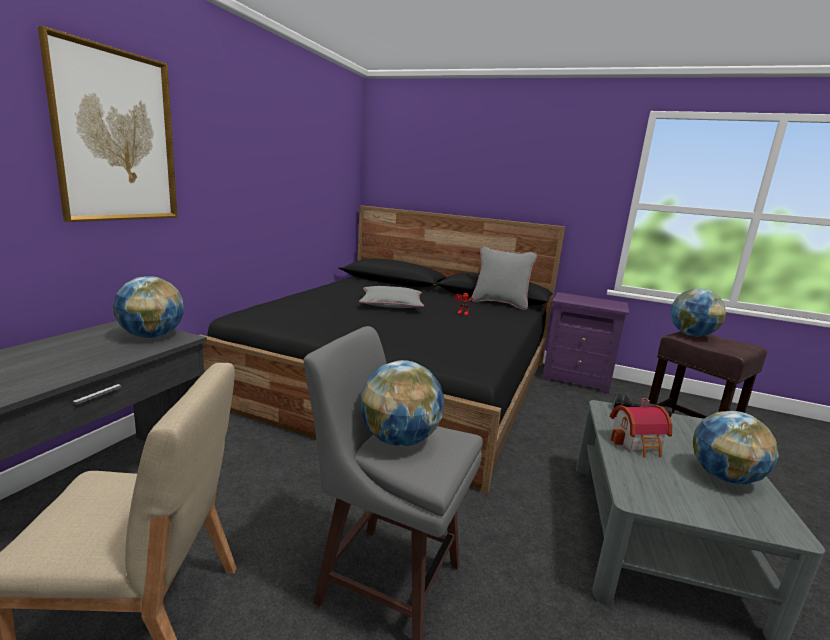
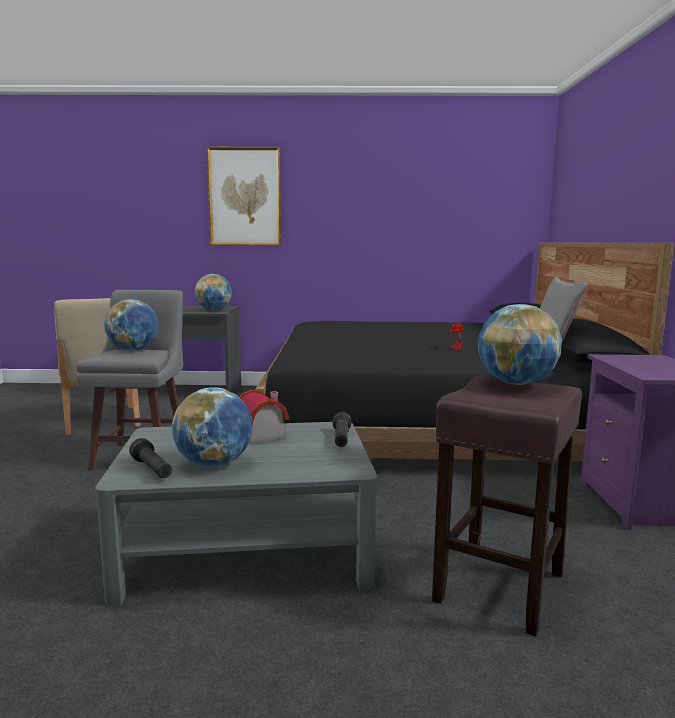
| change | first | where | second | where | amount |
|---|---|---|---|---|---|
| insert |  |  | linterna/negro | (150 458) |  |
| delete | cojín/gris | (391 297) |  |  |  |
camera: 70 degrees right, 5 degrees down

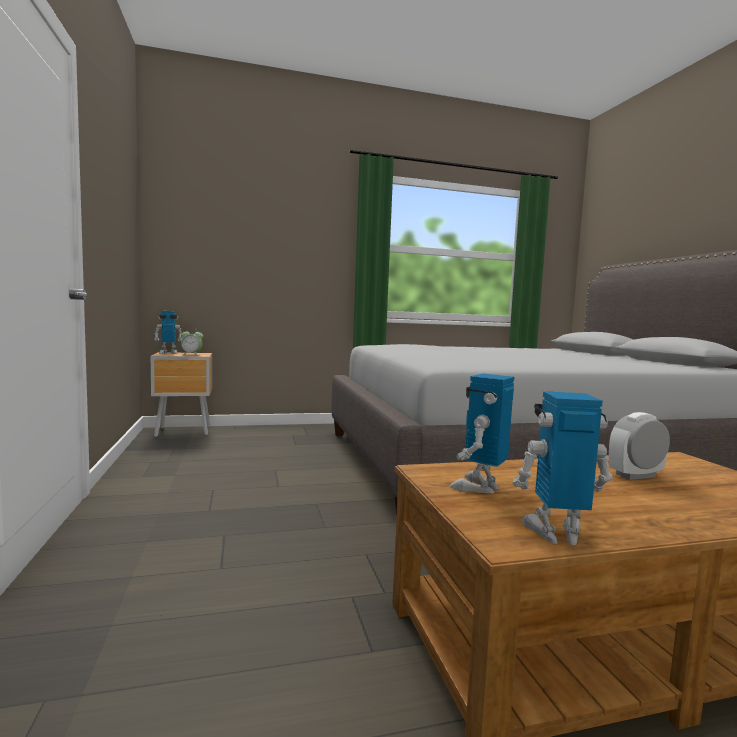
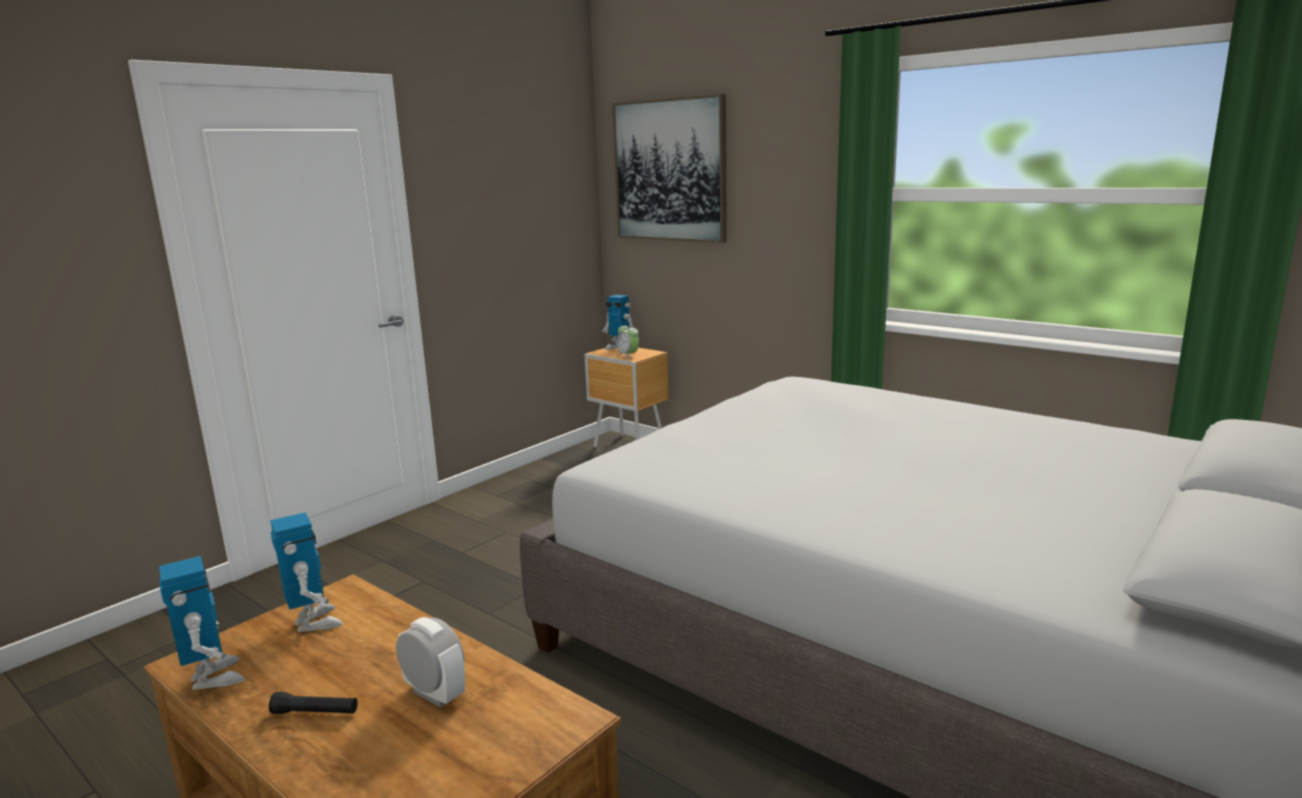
| change | first | where | second | where | amount |
|---|---|---|---|---|---|
| insert |  |  | linterna/negro | (313 703) |  |
| rotate | robot de juguete | (482 433) |  | (306 572) | 60 degrees clockwise |
| insert |  |  | cuadro | (669 168) |  |
camera: 55 degrees right, 10 degrees up

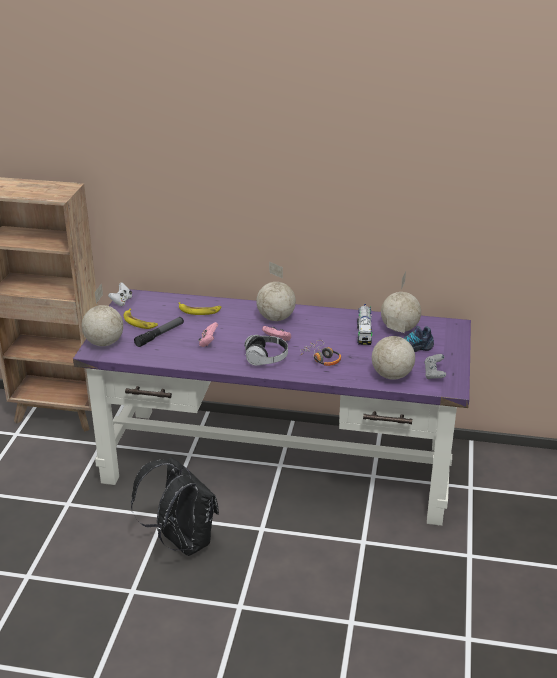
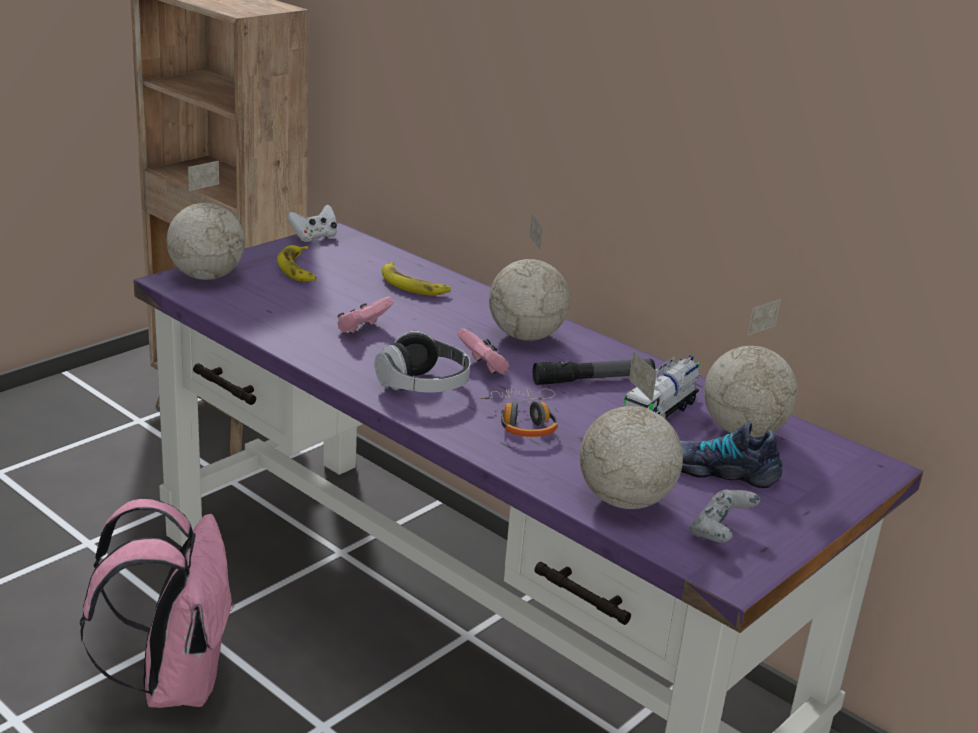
| change | first | where | second | where | amount |
|---|---|---|---|---|---|
| recolor | mochila/negro | (175 506) | mochila/rosa | (157 603) |  |
| move | linterna | (159 332) |  | (594 372) |  |
camera: 30 degrees right, 5 degrees down

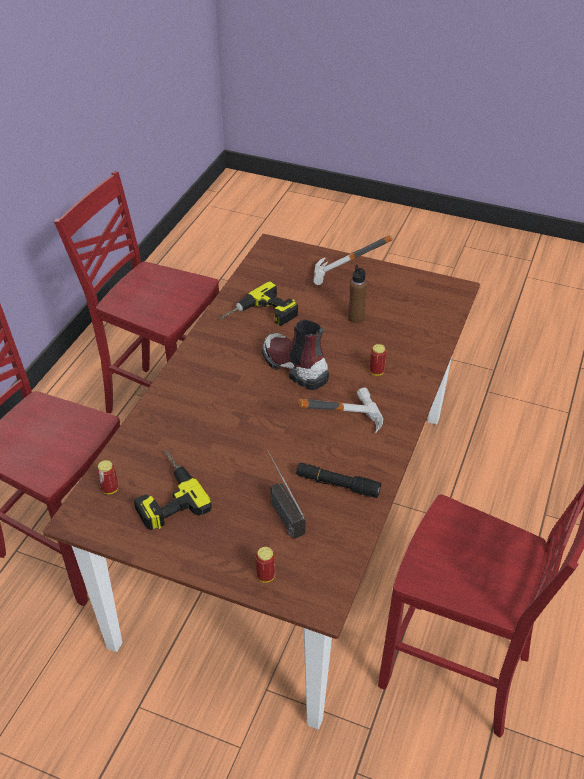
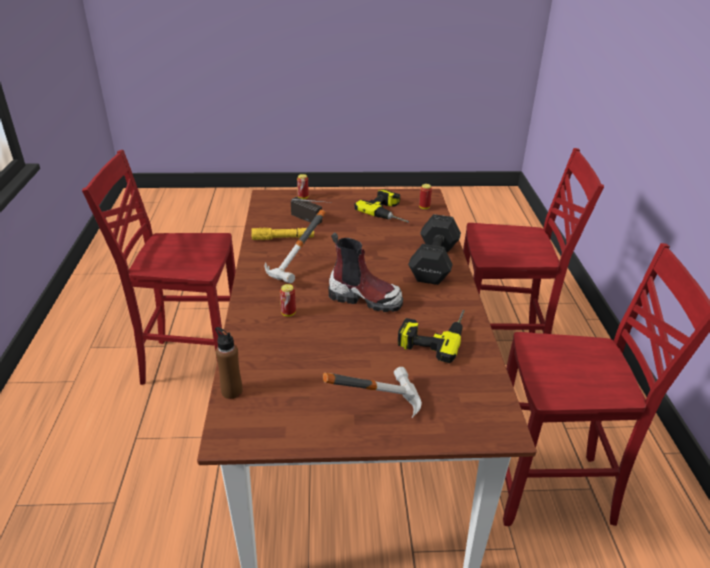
| change | first | where | second | where | amount |
|---|---|---|---|---|---|
| move | botella/marrón | (357 294) |  | (228 363) |  |
| recolor | linterna/negro | (338 480) | linterna/amarillo | (282 233) |  |
| insert |  |  | mancuerna/negro | (434 249) |  |
camera: 155 degrees right, 10 degrees down

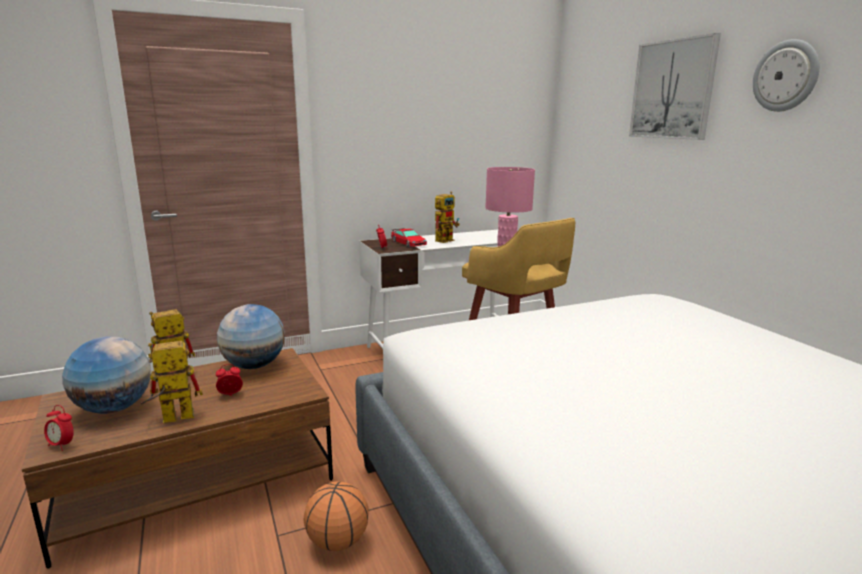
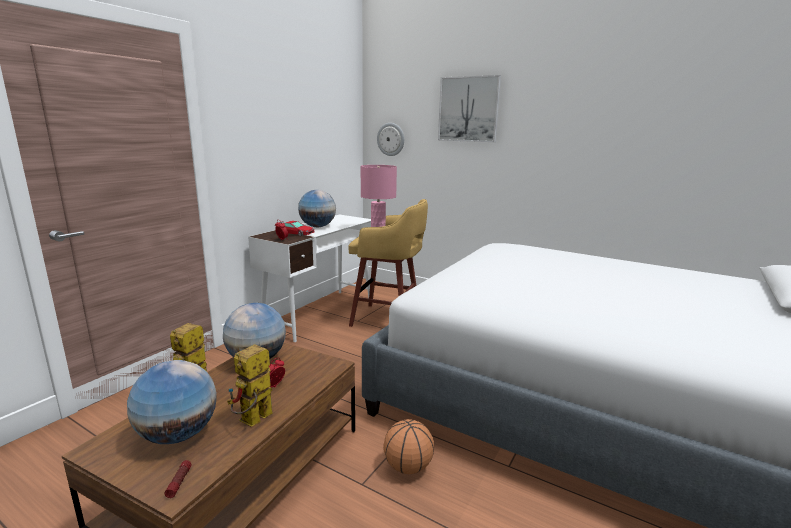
| change | first | where | second | where | amount |
|---|---|---|---|---|---|
| replace | despertador | (59 428) | linterna | (178 479) |  |
| replace | robot de juguete | (447 217) | globo terráqueo | (317 208) |  |
| move | reloj de pared | (786 75) |  | (390 139) |  |
camera: 35 degrees left, 0 degrees up

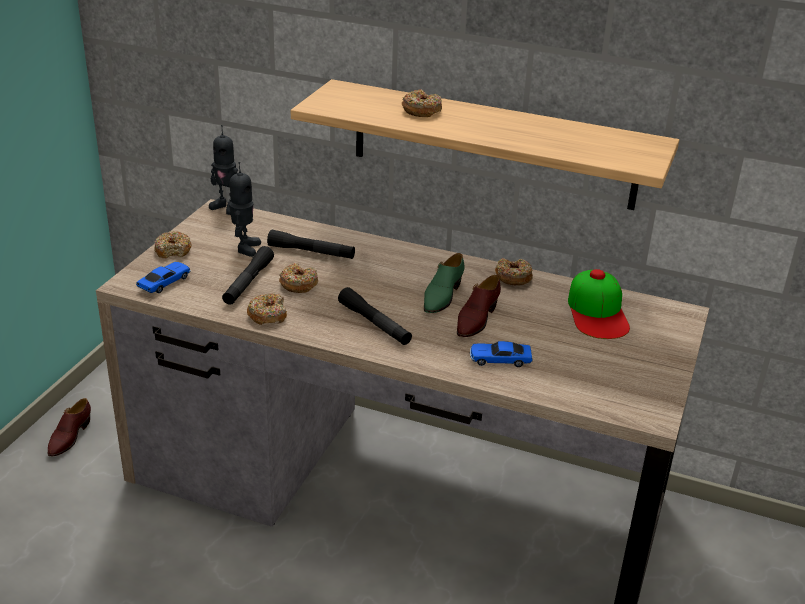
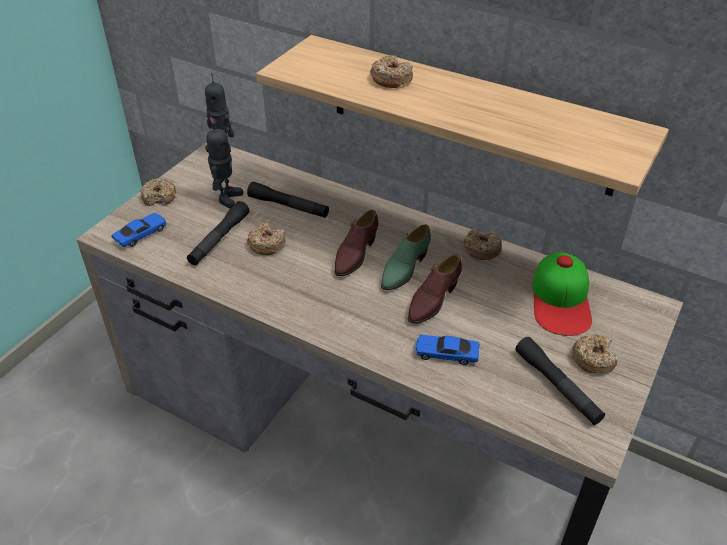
| change | first | where | second | where | amount |
|---|---|---|---|---|---|
| move | zapato/marrón | (69 427) |  | (356 243) |  |
| move | linterna/negro | (375 316) |  | (560 381) |  |
| move | rosquilla | (267 309) |  | (595 353) |  |
camera: 10 degrees right, 10 degrees up

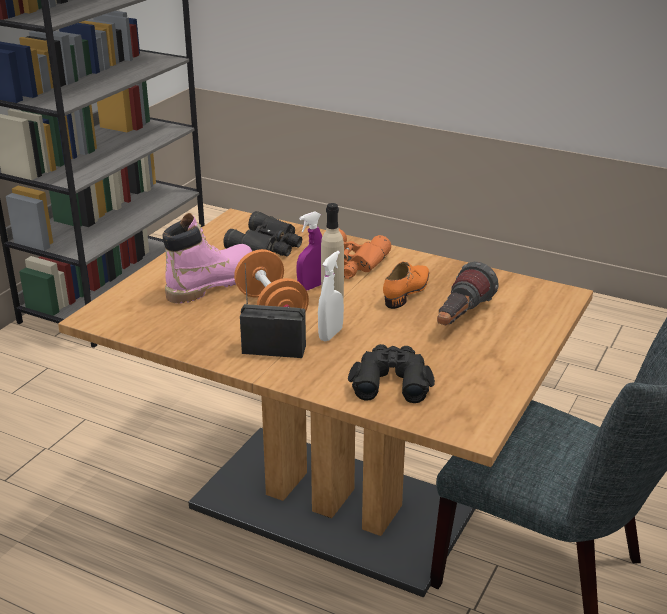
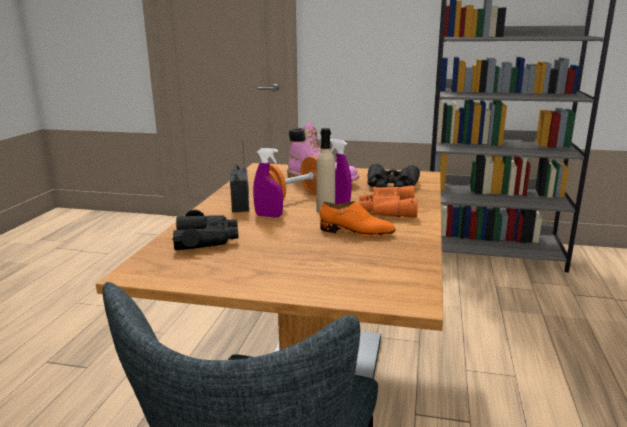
| change | first | where | second | where | amount |
|---|---|---|---|---|---|
| recolor | pulverizador/blanco | (331 296) | pulverizador/morado | (268 183) |  |
| delete | linterna | (468 293) |  |  |  |
camera: 75 degrees right, 10 degrees down

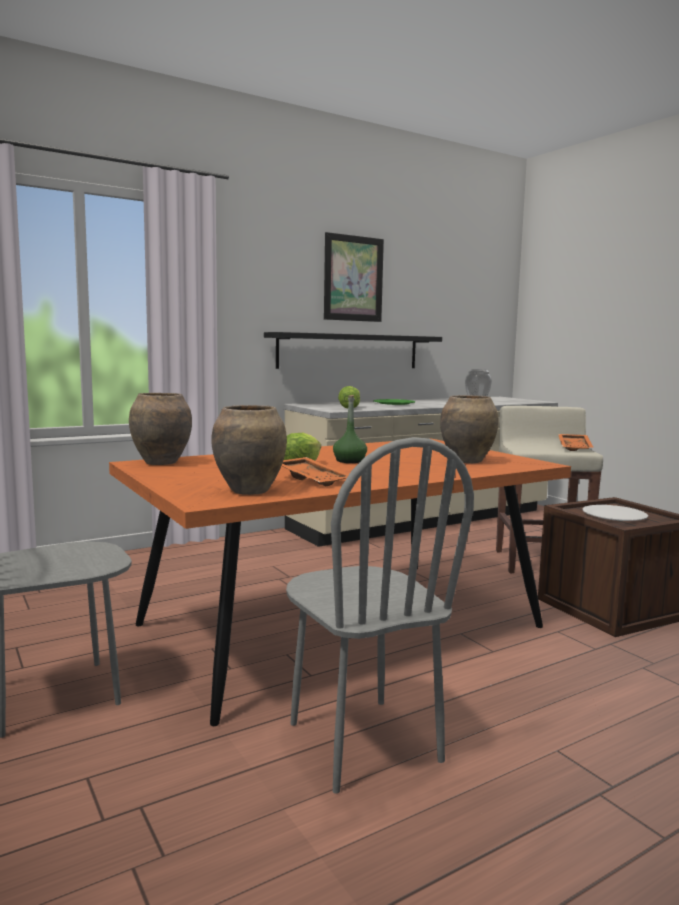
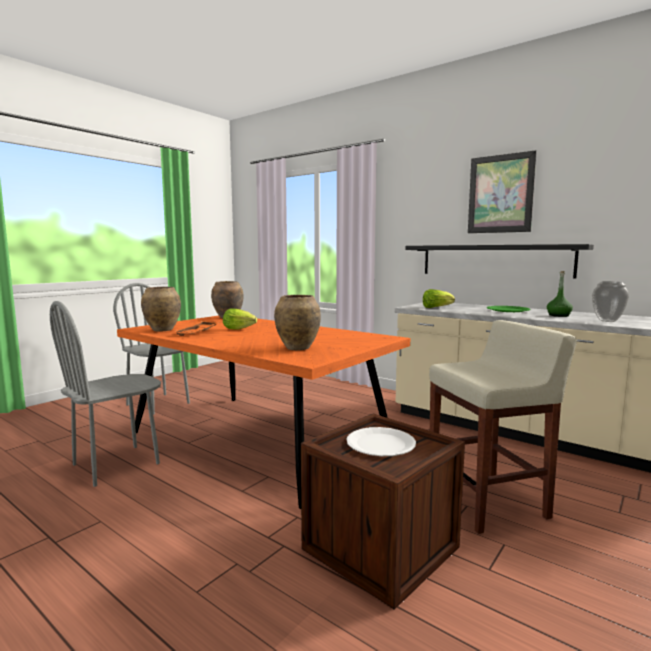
| change | first | where | second | where | amount |
|---|---|---|---|---|---|
| move | botella/verde | (350 429) |  | (560 294) |  |
| delete | bandeja/naranja | (575 442) |  |  |  |
camera: 70 degrees right, 0 degrees up

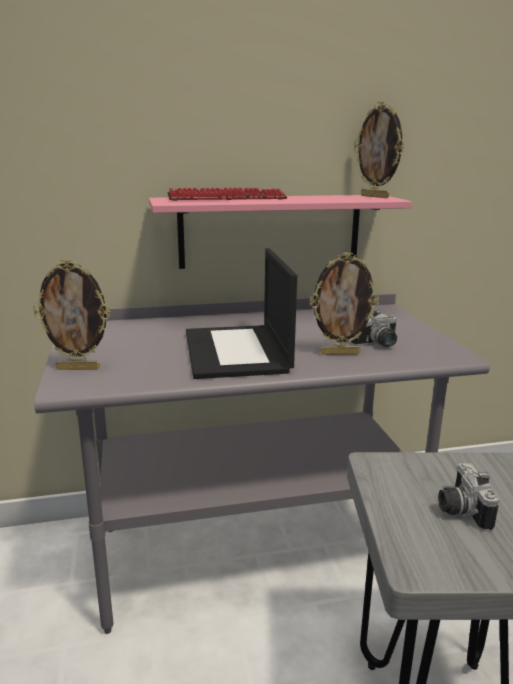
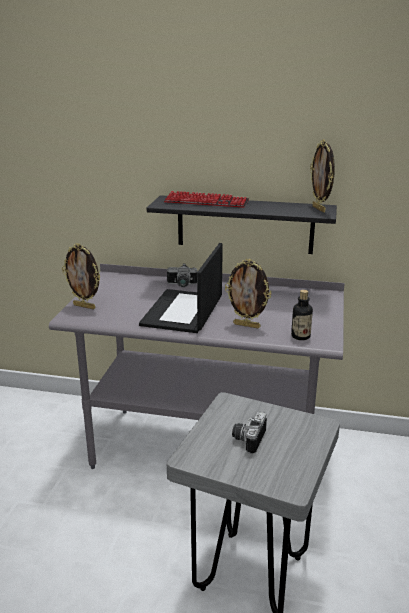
| change | first | where | second | where | amount |
|---|---|---|---|---|---|
| recolor | estante/rosa | (280 232) | estante/negro | (242 224) |  |
| move | cámara | (374 328) |  | (182 275) |  |
| insert |  |  | botella | (302 315) |  |
camera: 25 degrees right, 5 degrees up

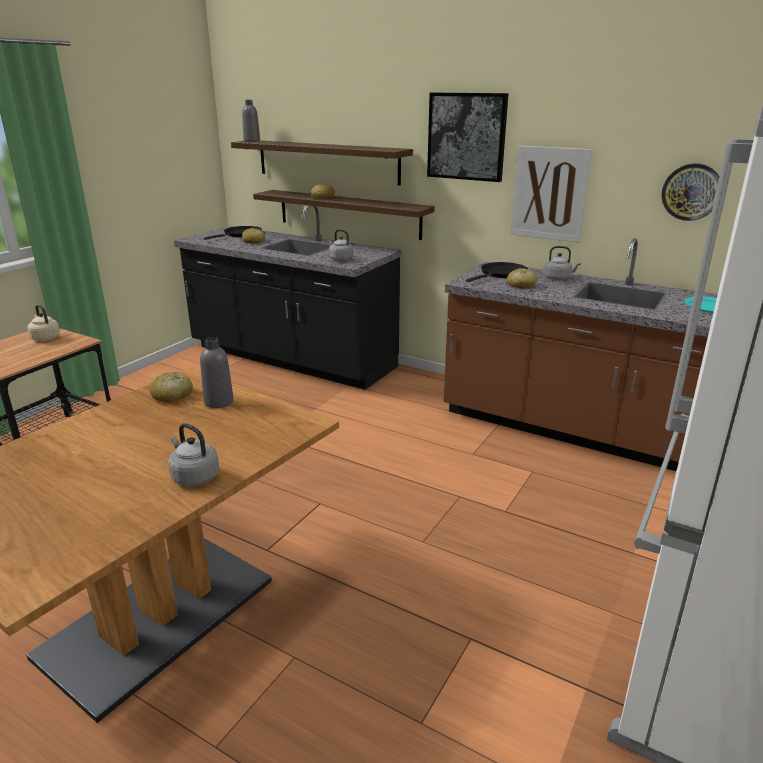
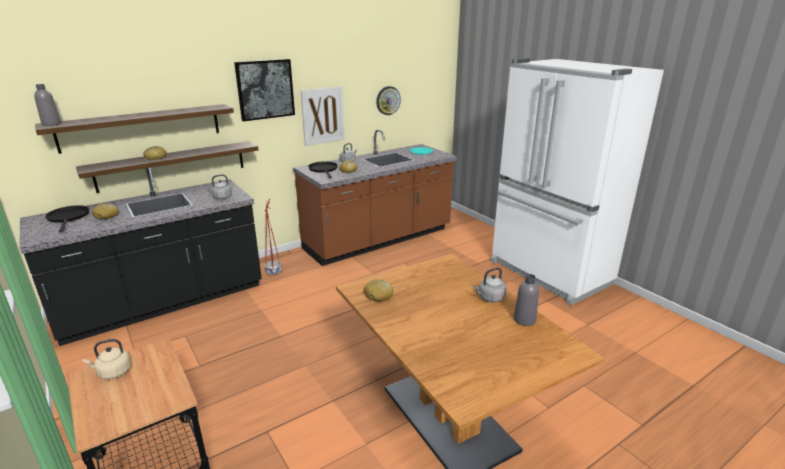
| change | first | where | second | where | amount |
|---|---|---|---|---|---|
| insert |  |  | maceta/rojo | (273 237) |  |
| move | botella/gris | (217 372) |  | (526 300) |  |
camera: 65 degrees left, 0 degrees up

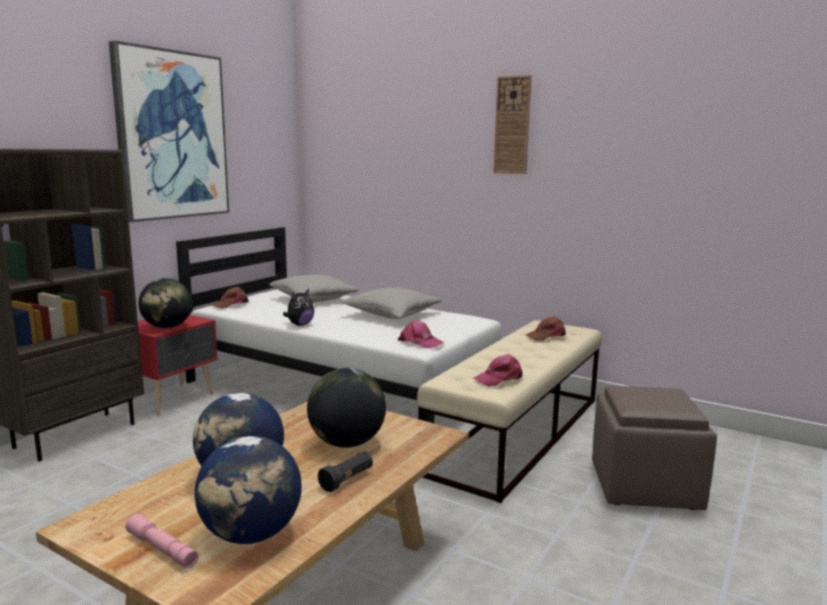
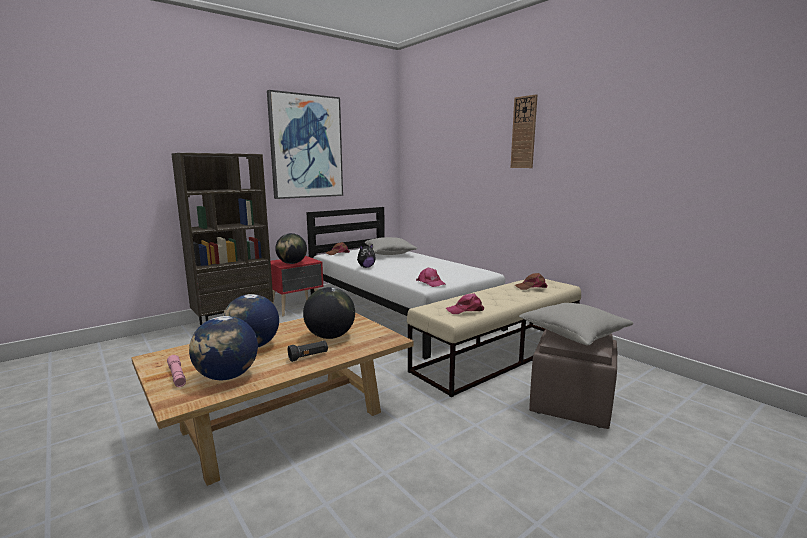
| change | first | where | second | where | amount |
|---|---|---|---|---|---|
| move | cojín/gris | (391 303) |  | (576 324) |  |
camera: 20 degrees right, 0 degrees up

